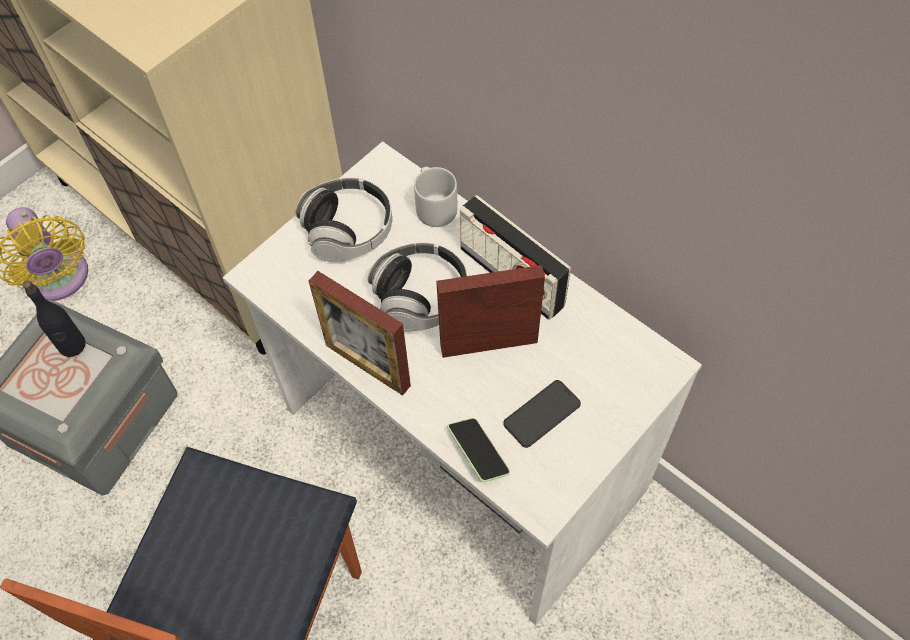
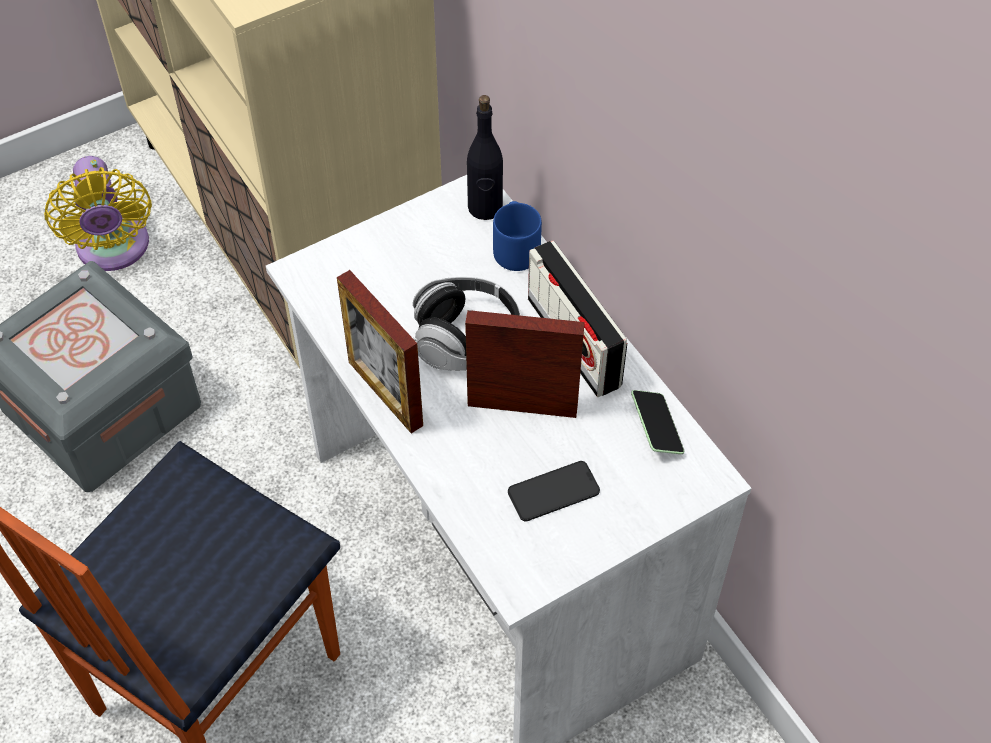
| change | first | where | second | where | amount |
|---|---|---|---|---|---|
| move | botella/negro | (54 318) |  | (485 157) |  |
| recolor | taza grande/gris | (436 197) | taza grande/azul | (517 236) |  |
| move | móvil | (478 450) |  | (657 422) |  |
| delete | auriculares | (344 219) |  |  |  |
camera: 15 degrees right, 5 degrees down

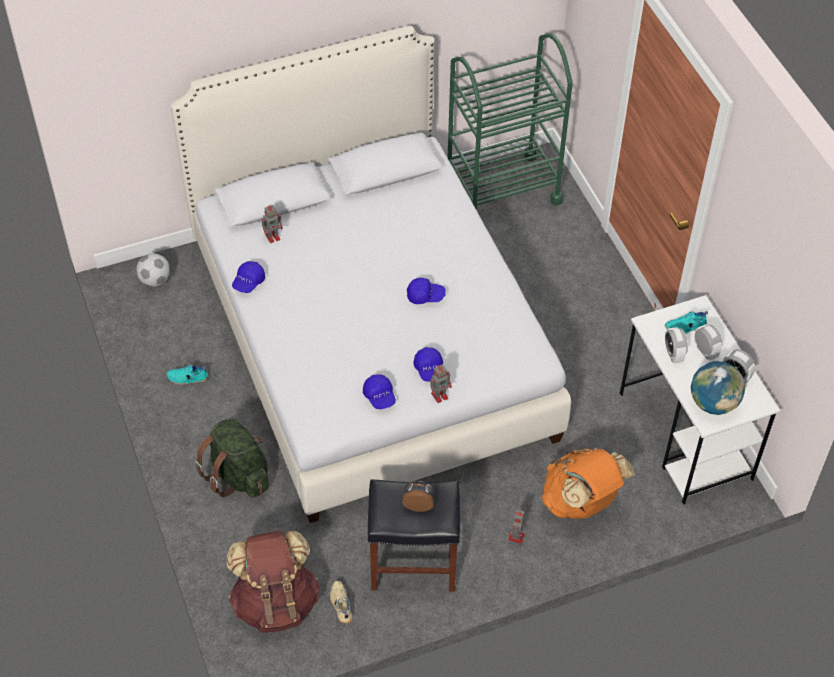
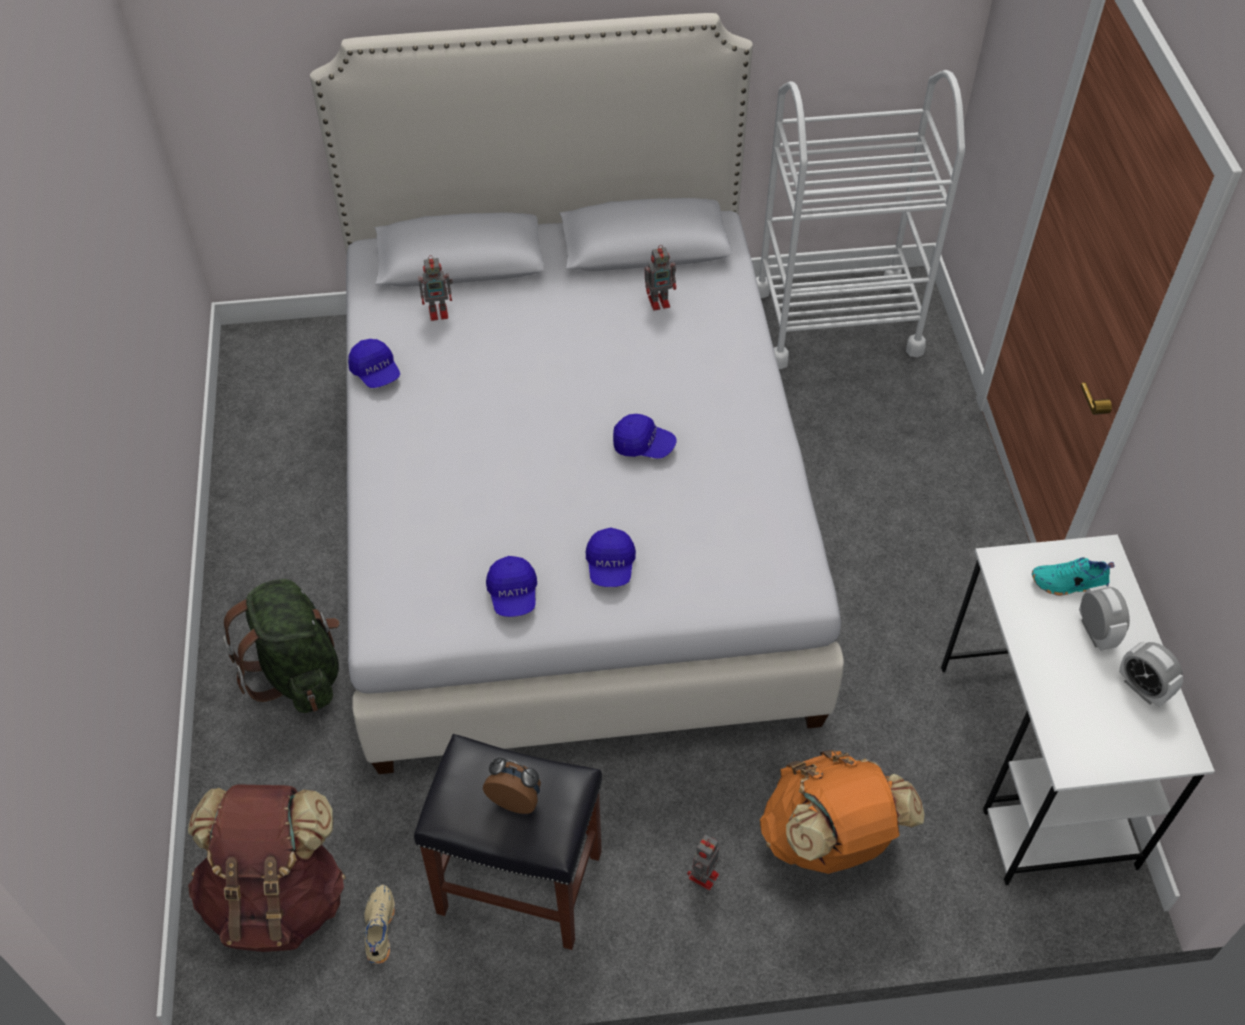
| change | first | where | second | where | amount |
|---|---|---|---|---|---|
| rotate | gorra/azul | (249 277) |  | (374 363) | 75 degrees counterclockwise |
| move | robot de juguete | (441 383) |  | (660 278) |  |
| recolor | carrito/verde | (510 122) | carrito/blanco | (860 219) |  |
| delete | balón de fútbol | (153 270) |  |  |  |
| delete | zapato/turquesa | (188 374) |  |  |  |
| delete | despertador | (676 345) |  |  |  |
| delete | globo terráqueo | (718 388) |  |  |  |
camera: 15 degrees right, 0 degrees up

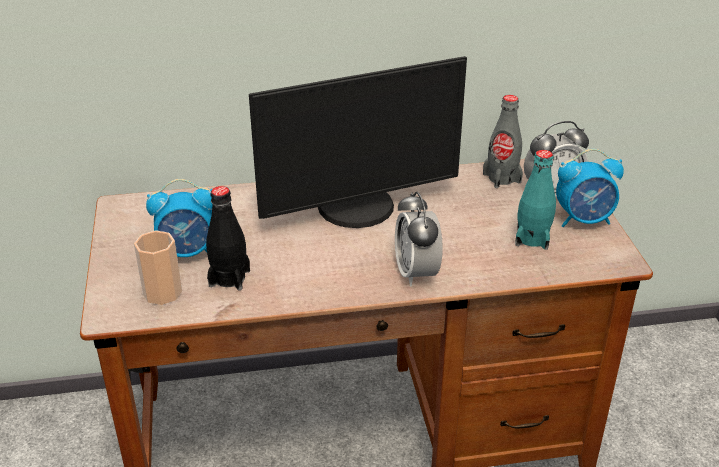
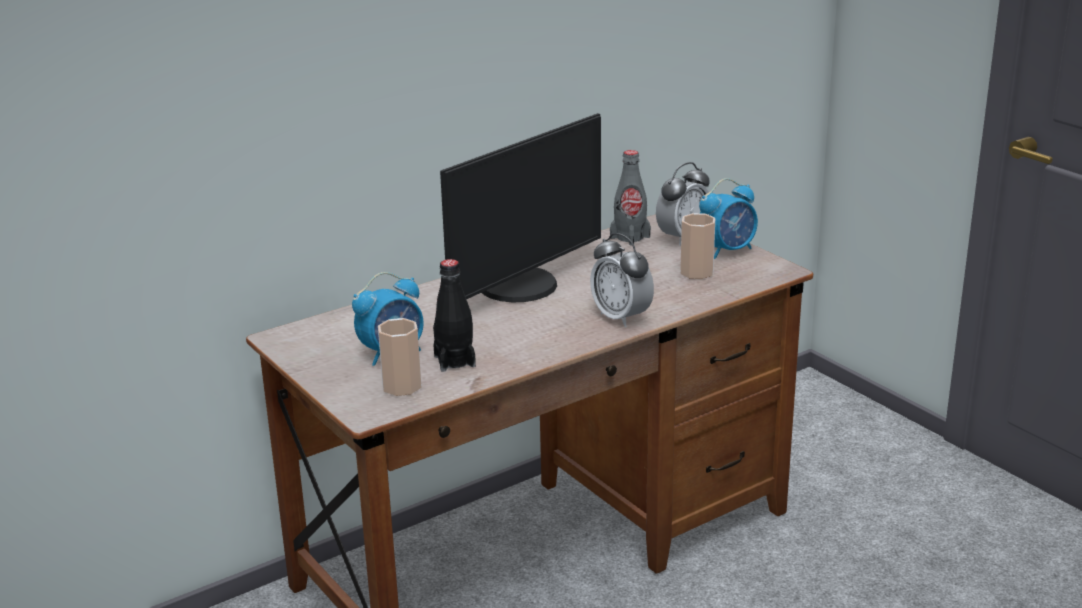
| change | first | where | second | where | amount |
|---|---|---|---|---|---|
| replace | botella/turquesa | (535 200) | taza | (697 246) |  |
camera: 25 degrees left, 10 degrees down

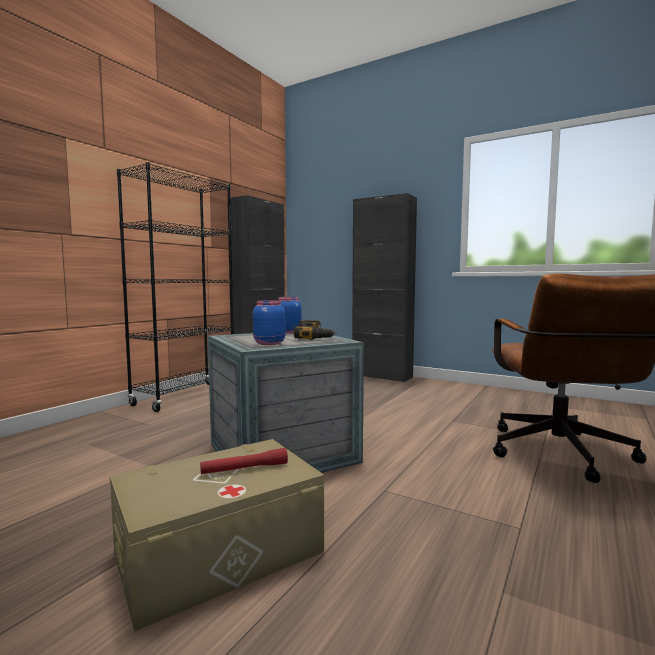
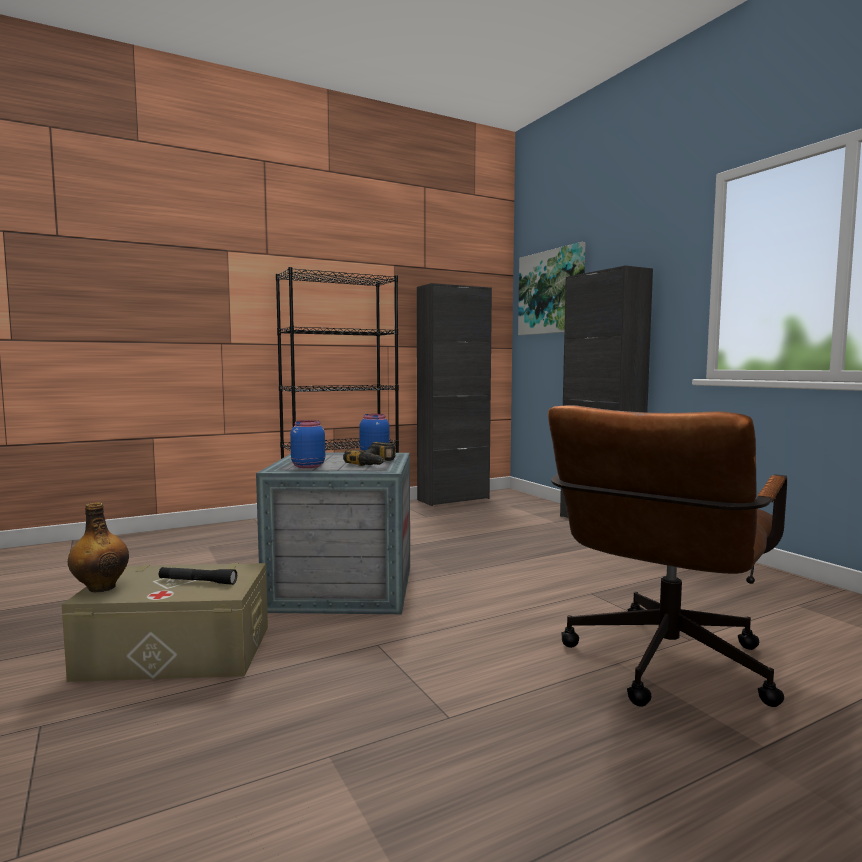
| change | first | where | second | where | amount |
|---|---|---|---|---|---|
| insert |  |  | botella | (98 547) |  |
| recolor | linterna/rojo | (244 461) | linterna/negro | (198 576) |  |
| insert |  |  | cuadro | (551 288) |  |
camera: 30 degrees right, 0 degrees up

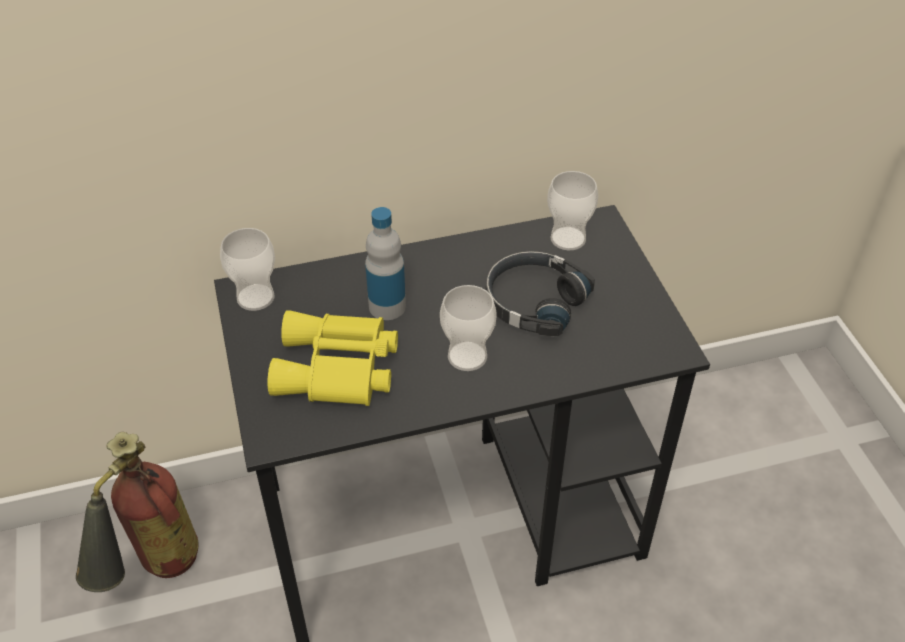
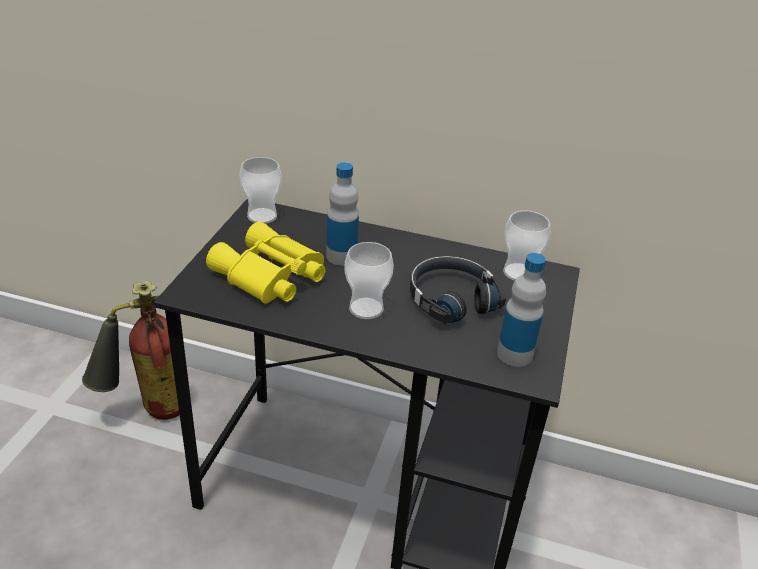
| change | first | where | second | where | amount |
|---|---|---|---|---|---|
| insert |  |  | botella | (521 310) |  |
camera: 30 degrees right, 10 degrees down

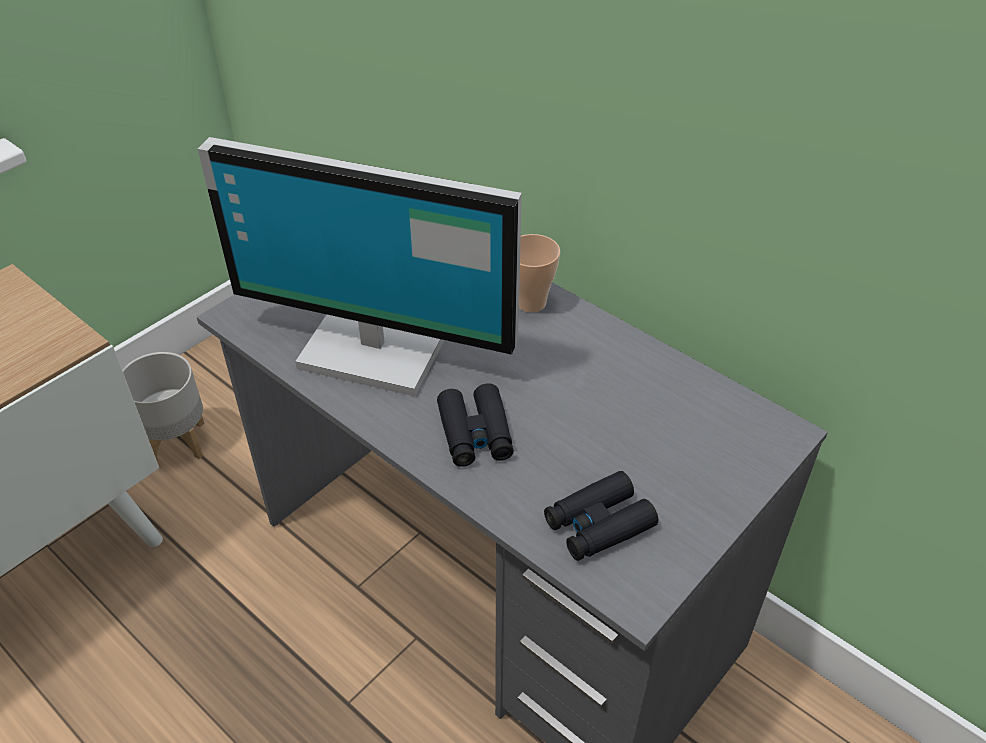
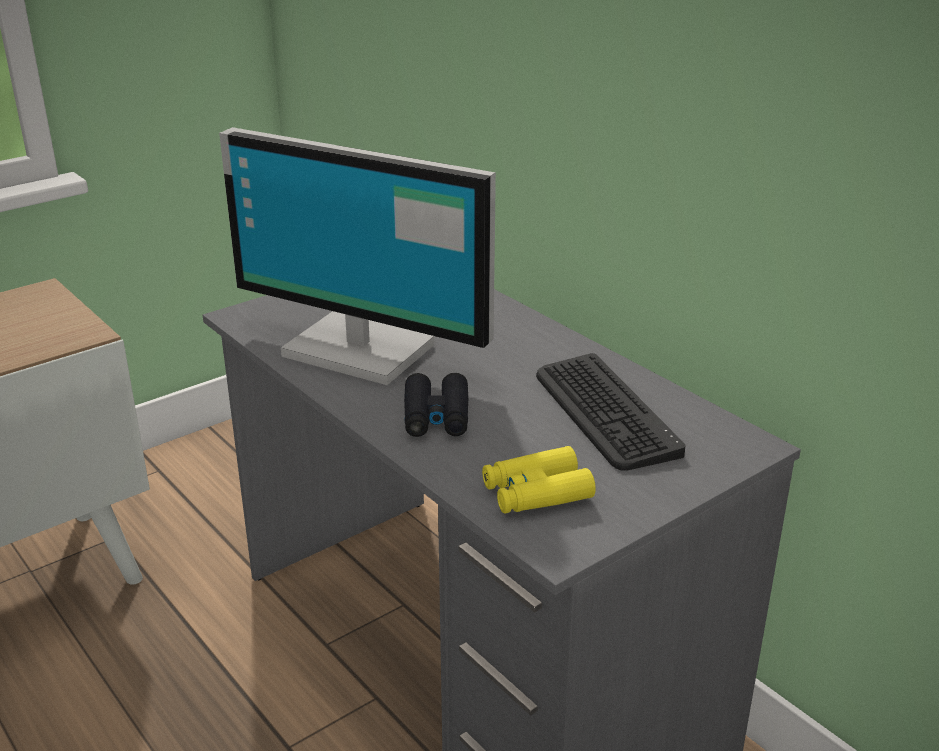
| change | first | where | second | where | amount |
|---|---|---|---|---|---|
| recolor | prismáticos/negro | (601 516) | prismáticos/amarillo | (539 480) |  |
| insert |  |  | teclado | (610 412) |  |
| delete | maceta/gris | (163 407) |  |  |  |
| delete | taza | (539 273) |  |  |  |
camera: 10 degrees right, 15 degrees down

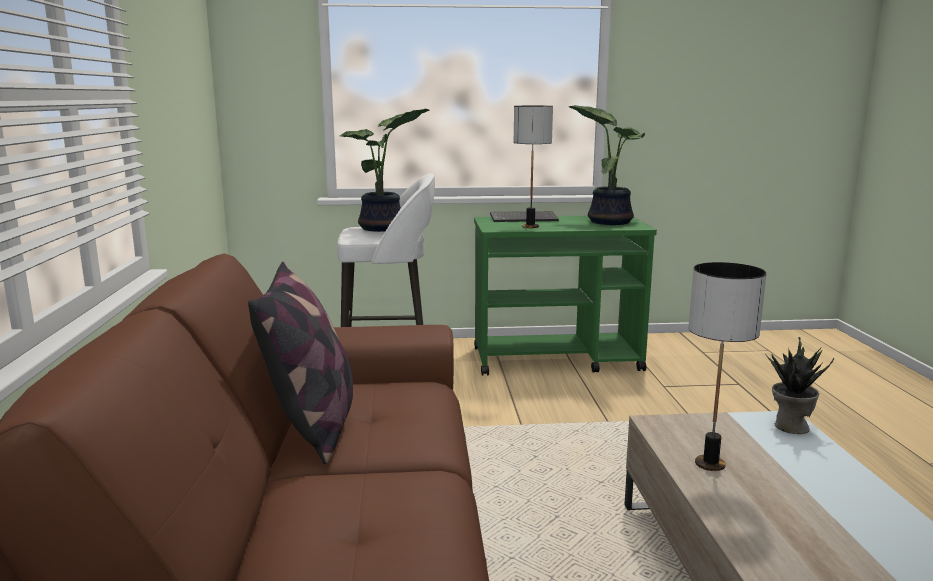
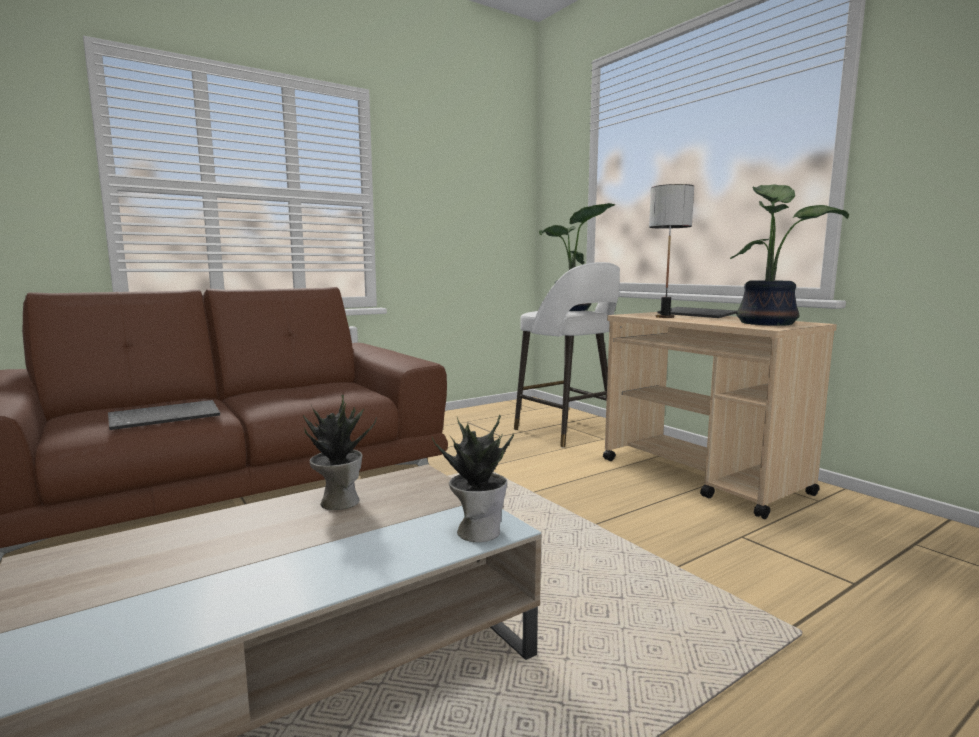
| change | first | where | second | where | amount |
|---|---|---|---|---|---|
| insert |  |  | teclado | (164 415) |  |
| replace | lámpara de mesa | (727 366) | planta en maceta | (340 452) |  |
| recolor | carrito/verde | (565 296) | carrito/beis | (720 415) |  |
| delete | cojín | (300 362) |  |  |  |
camera: 60 degrees right, 5 degrees down

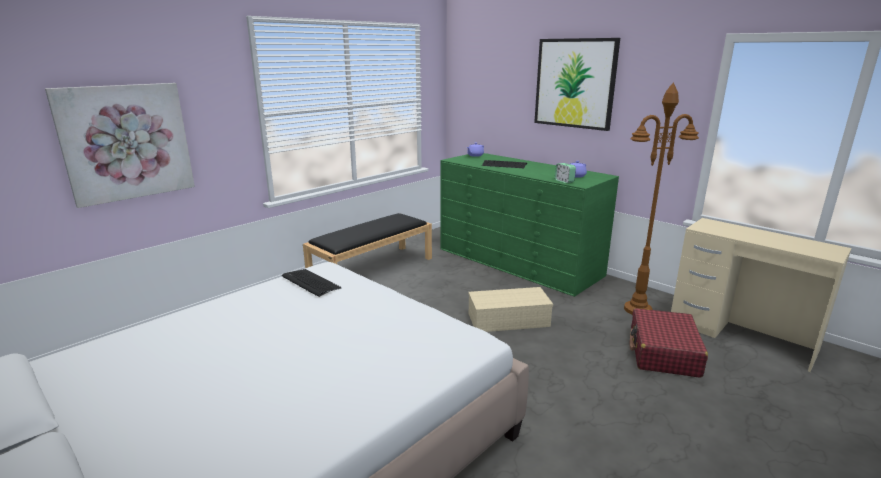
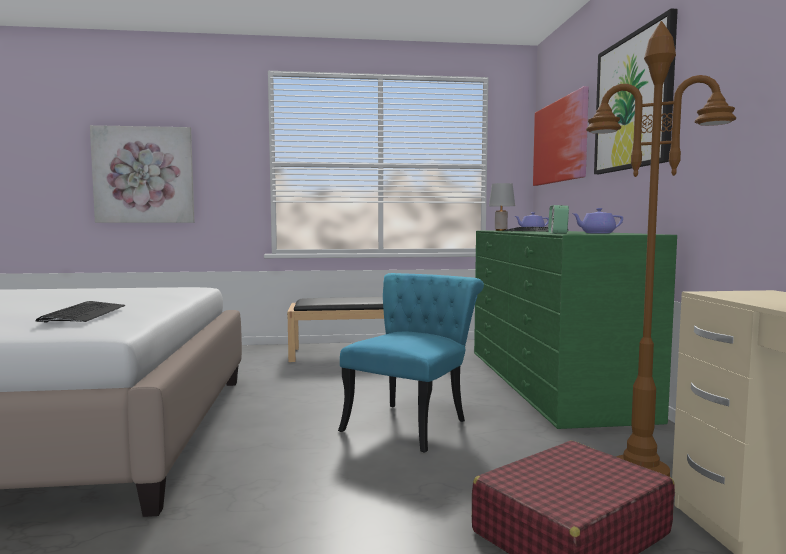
| change | first | where | second | where | amount |
|---|---|---|---|---|---|
| move | teclado | (312 283) |  | (80 312) |  |
| replace | caja de almacenaje/beis | (510 309) | silla/turquesa | (411 363) |  |
| insert |  |  | lámpara de mesa/gris | (502 207) |  |
| insert |  |  | cuadro | (561 136) |  |
camera: 40 degrees right, 15 degrees down

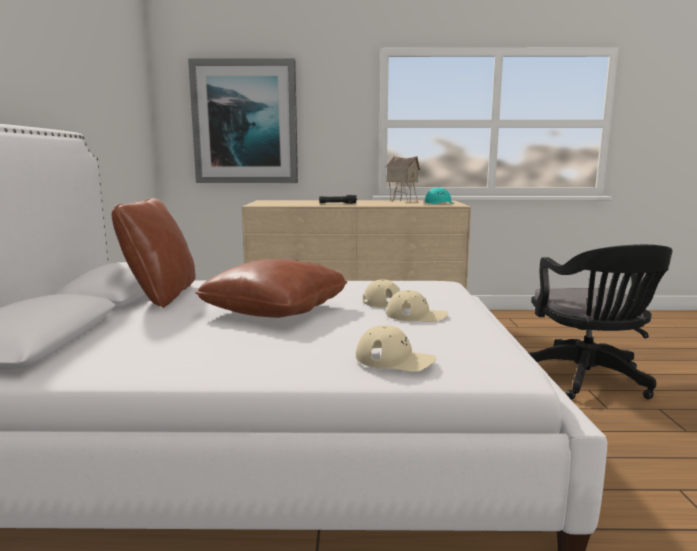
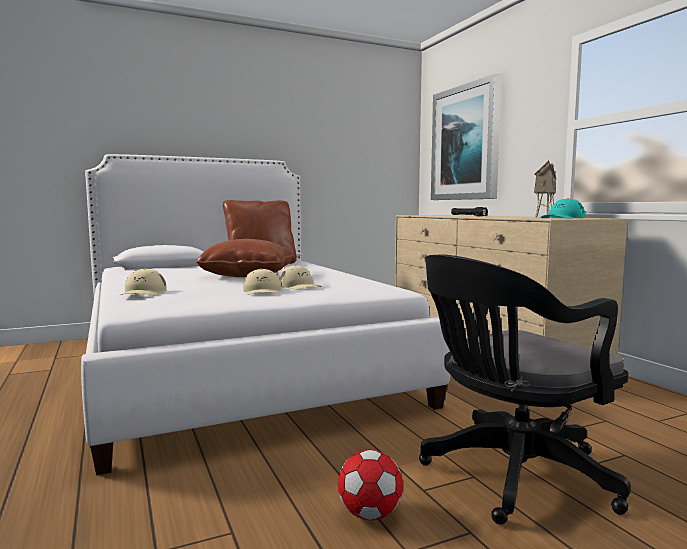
| change | first | where | second | where | amount |
|---|---|---|---|---|---|
| insert |  |  | balón de fútbol | (370 485) |  |
camera: 65 degrees right, 5 degrees down

